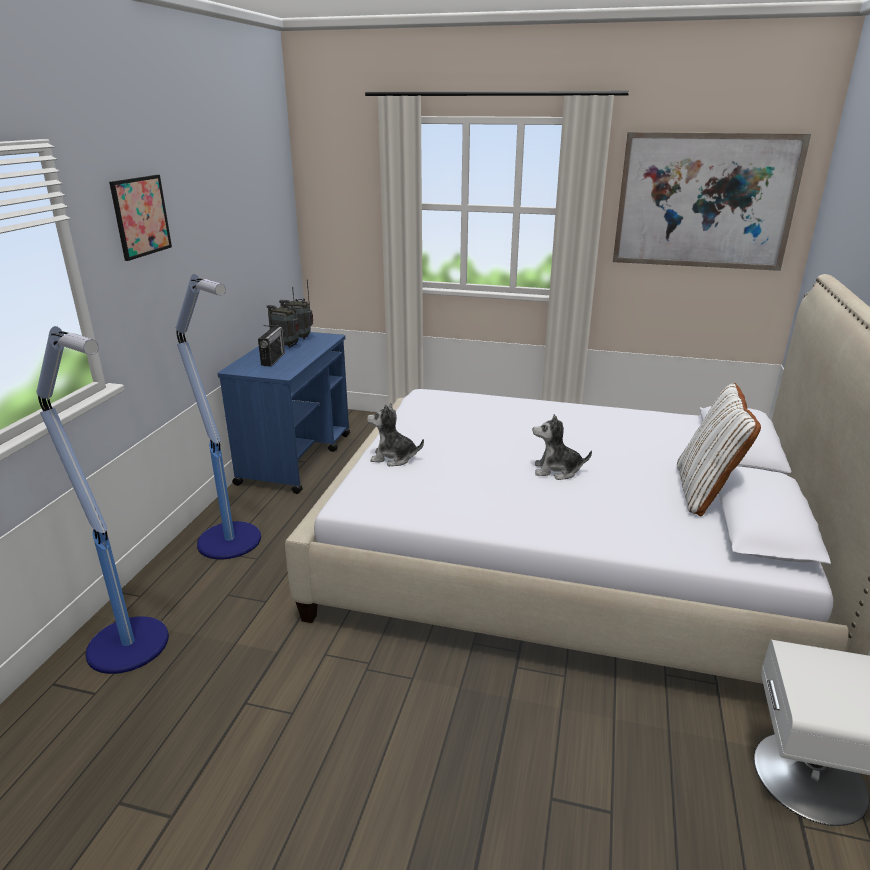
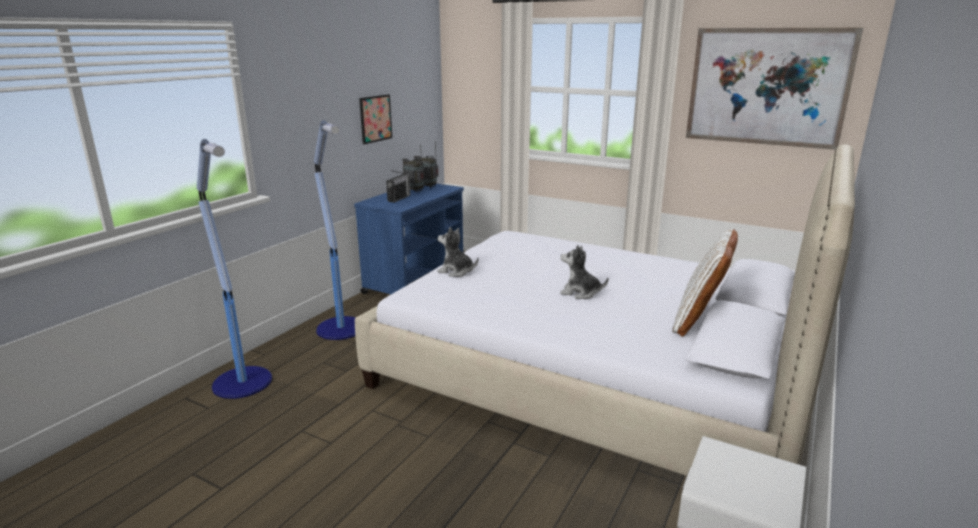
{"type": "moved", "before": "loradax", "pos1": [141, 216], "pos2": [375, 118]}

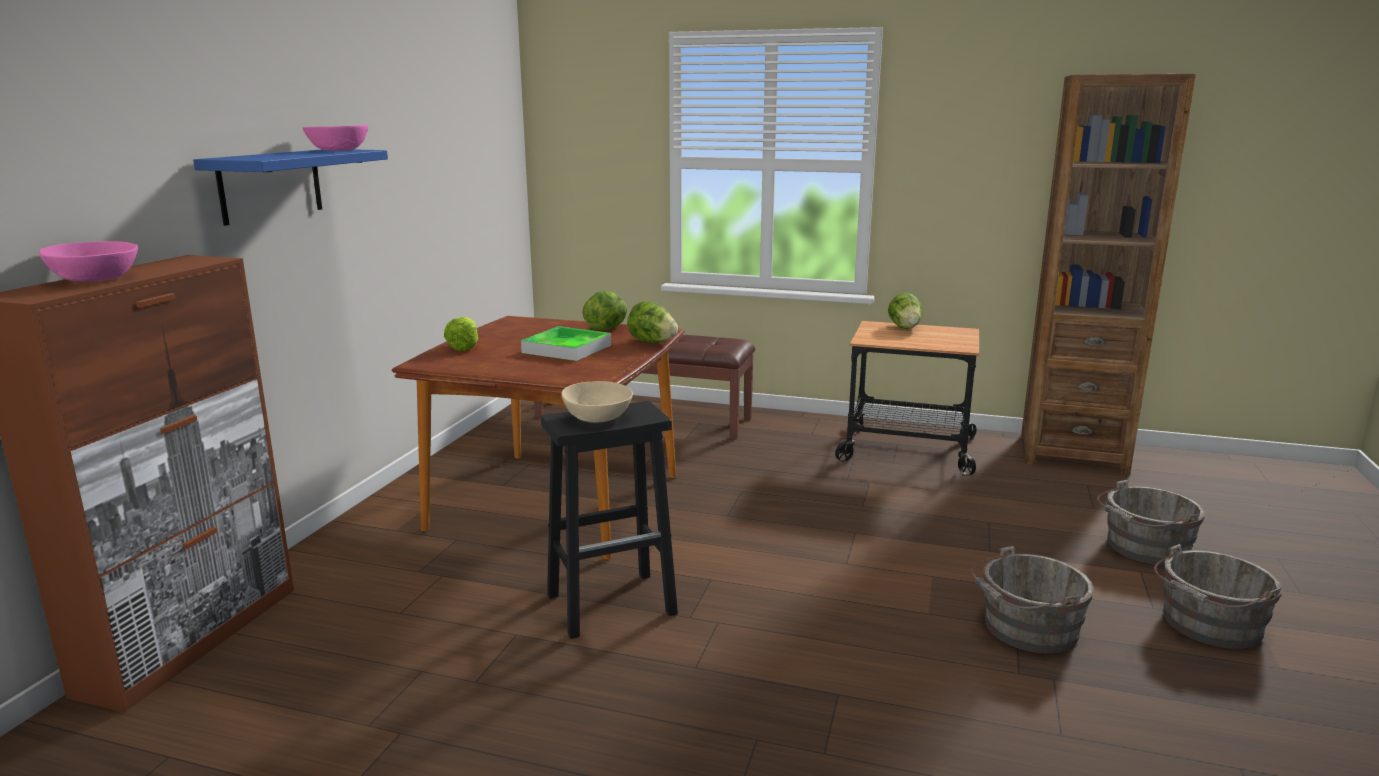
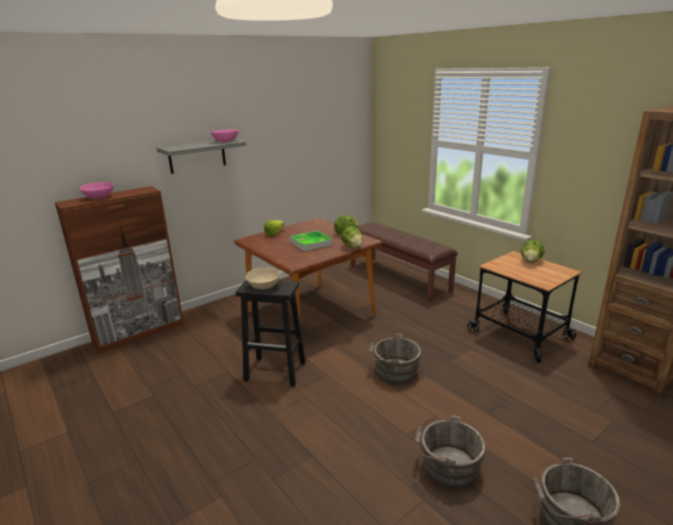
{"type": "moved", "before": "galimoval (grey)", "pos1": [1144, 548], "pos2": [393, 371]}
{"type": "recoloured", "before": "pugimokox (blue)", "after": "pugimokox (grey)", "pos1": [271, 185], "pos2": [197, 156]}

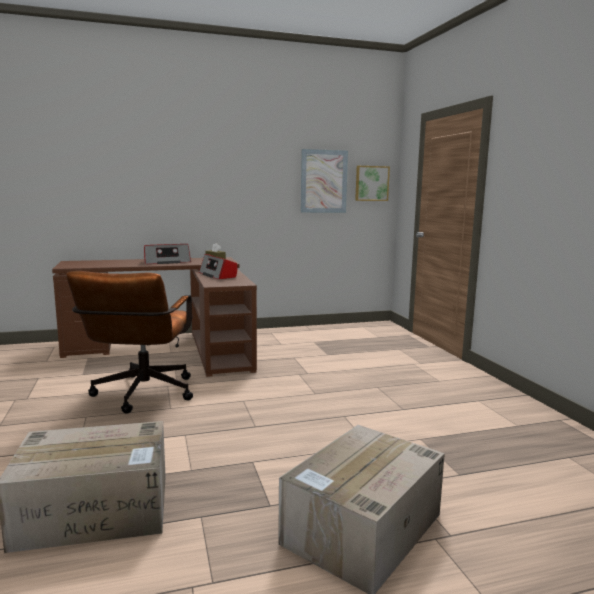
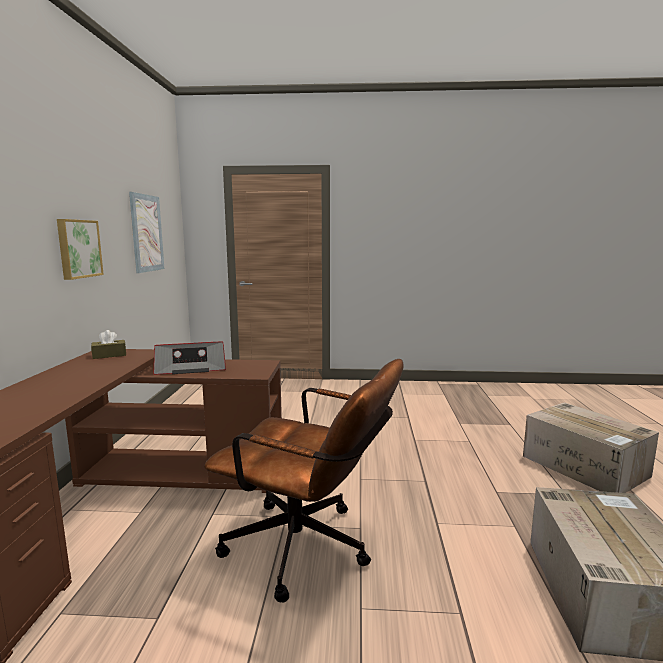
{"type": "removed", "before": "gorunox", "pos1": [166, 262]}
{"type": "moved", "before": "loradax", "pos1": [371, 183], "pos2": [78, 248]}

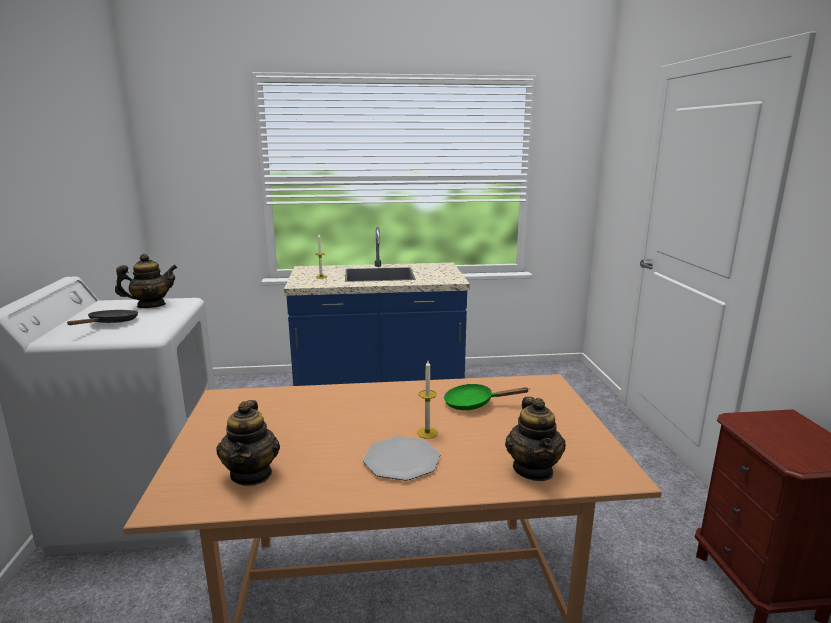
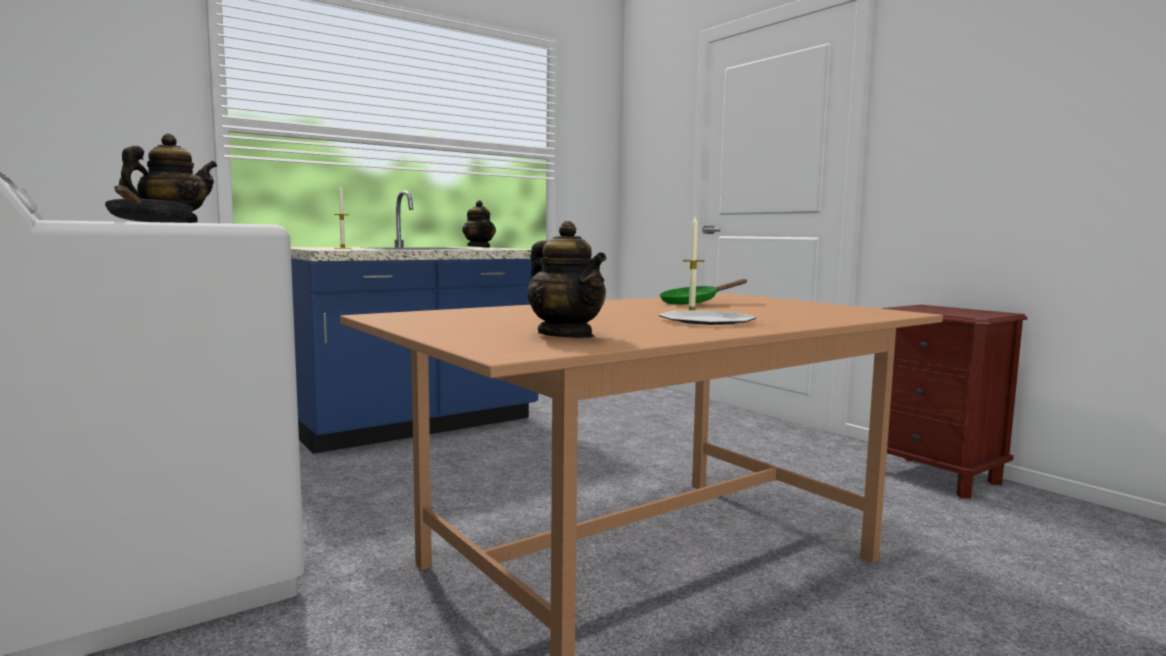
{"type": "moved", "before": "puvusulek", "pos1": [533, 469], "pos2": [479, 247]}

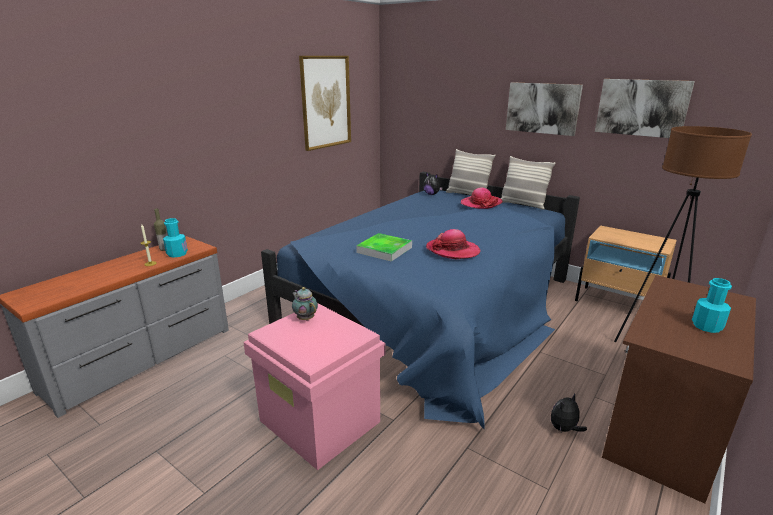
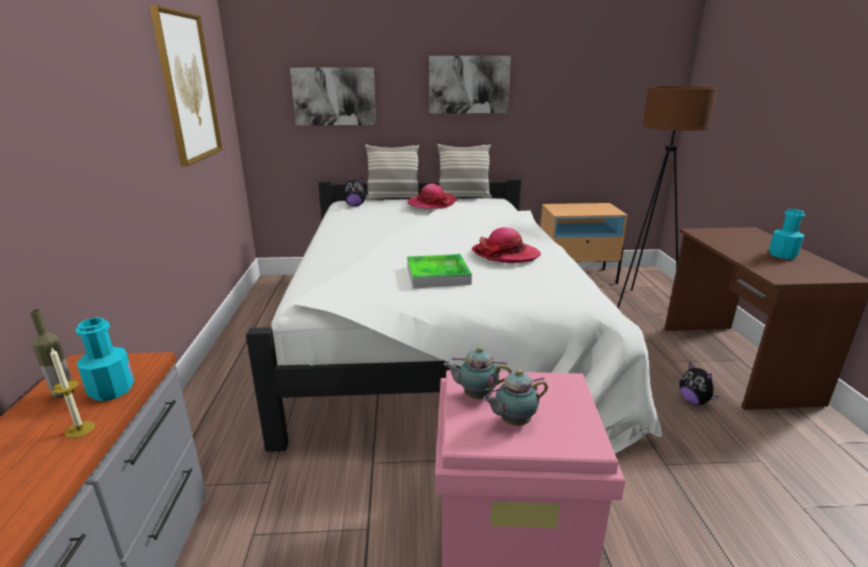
{"type": "added", "after": "puvusulek", "pos2": [513, 422]}
{"type": "moved", "before": "loradax", "pos1": [641, 107], "pos2": [334, 96]}
{"type": "recoloured", "before": "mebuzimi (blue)", "after": "mebuzimi (white)", "pos1": [434, 306], "pos2": [439, 337]}
{"type": "turned", "before": "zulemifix", "pos1": [564, 429], "pos2": [694, 401], "turn": -45}

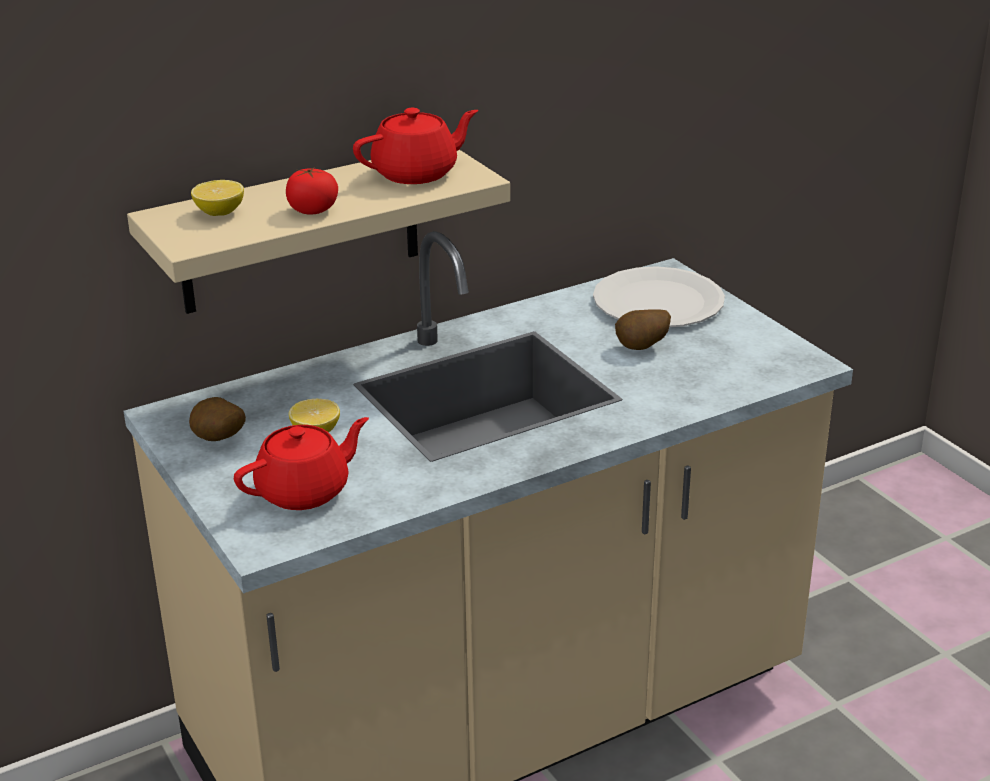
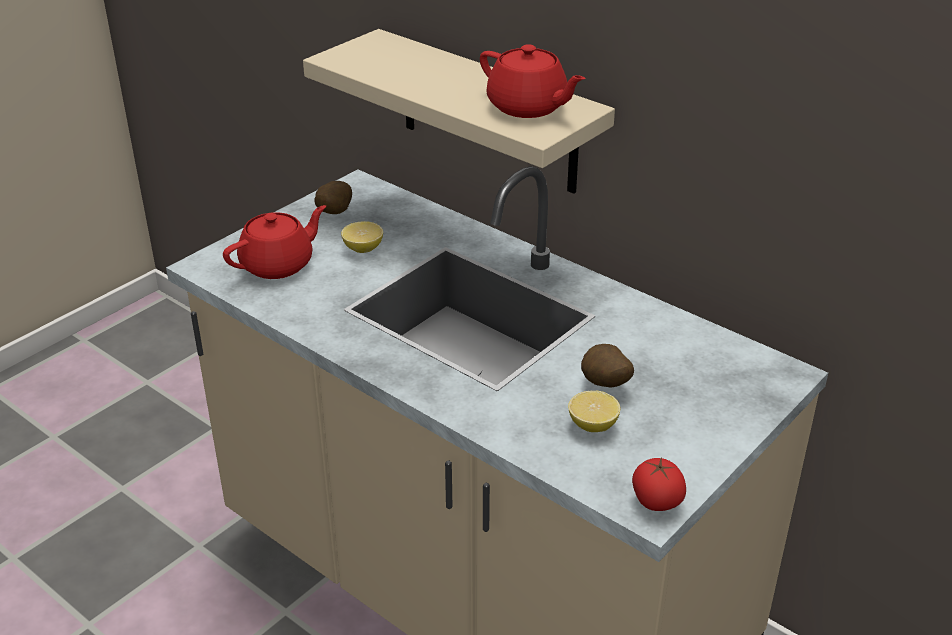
{"type": "removed", "before": "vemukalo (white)", "pos1": [658, 302]}
{"type": "moved", "before": "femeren", "pos1": [220, 213], "pos2": [593, 425]}
{"type": "moved", "before": "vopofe", "pos1": [313, 210], "pos2": [656, 501]}
{"type": "turned", "before": "puvusulek (red)", "pos1": [305, 491], "pos2": [278, 265], "turn": -75}

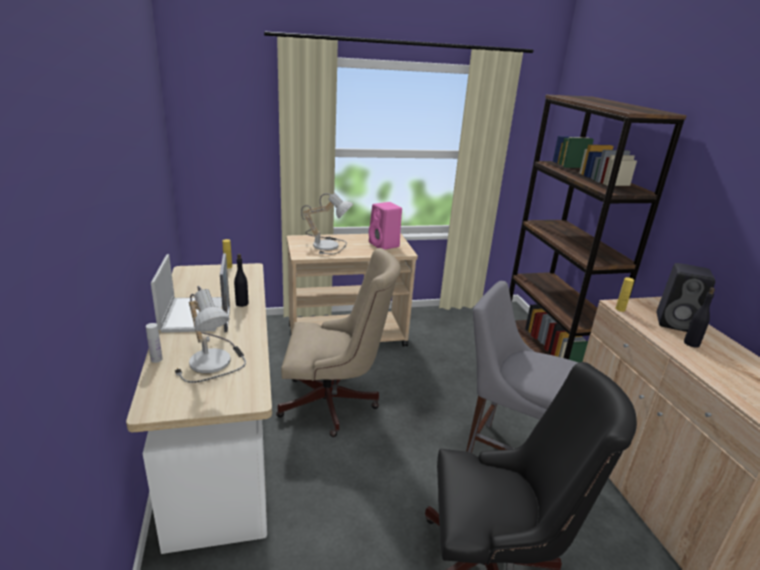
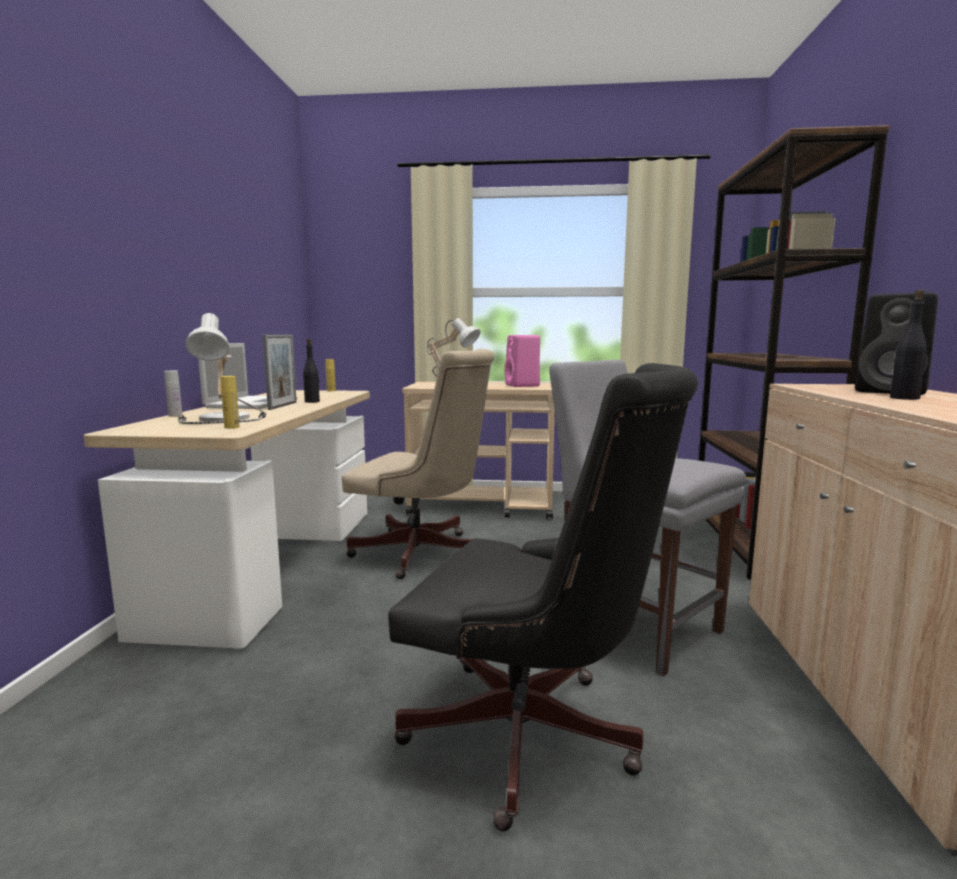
{"type": "moved", "before": "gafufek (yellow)", "pos1": [620, 309], "pos2": [232, 427]}

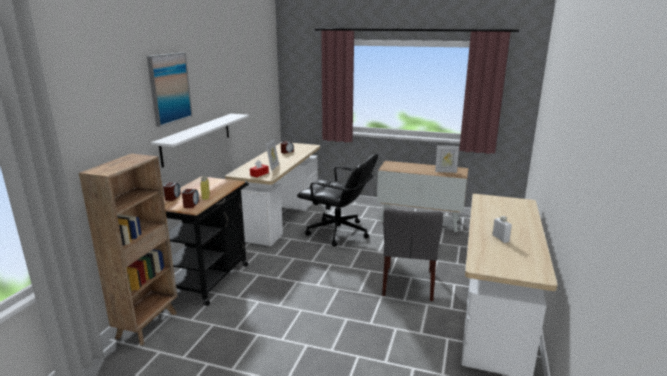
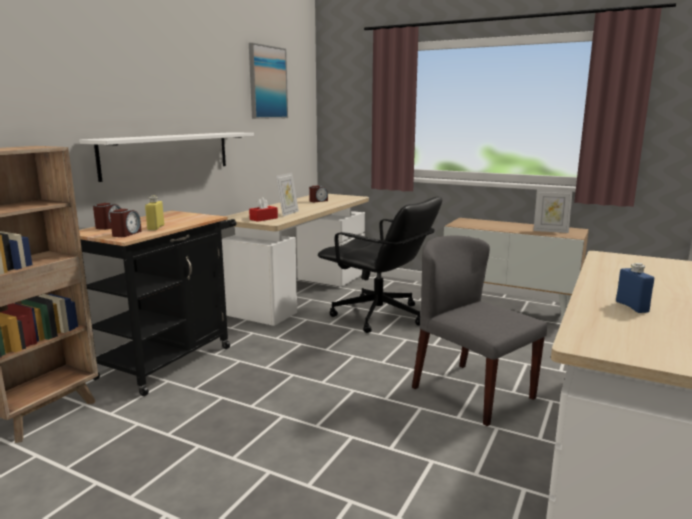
{"type": "moved", "before": "loradax", "pos1": [169, 88], "pos2": [267, 82]}
{"type": "recoloured", "before": "gafufek (white)", "after": "gafufek (blue)", "pos1": [500, 238], "pos2": [632, 307]}
{"type": "turned", "before": "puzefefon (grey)", "pos1": [408, 283], "pos2": [471, 392], "turn": 120}

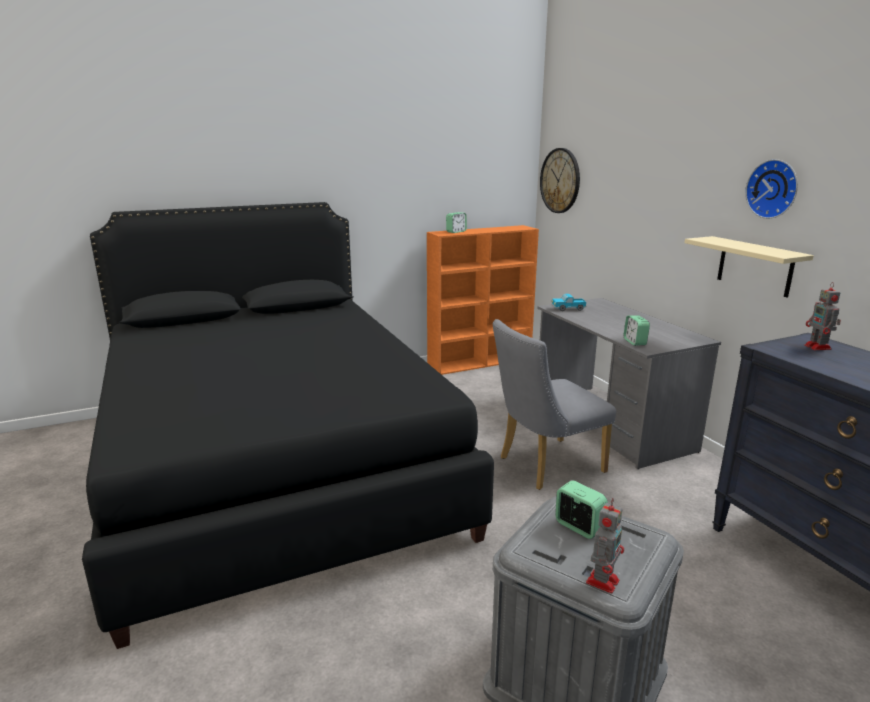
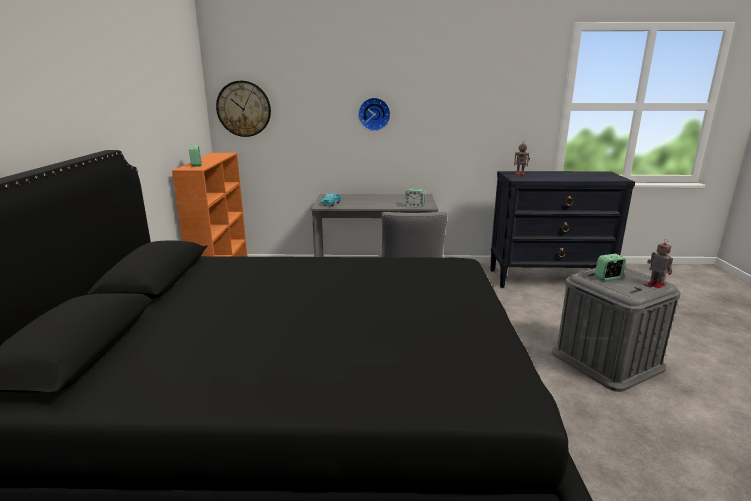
{"type": "removed", "before": "pugimokox (beige)", "pos1": [755, 266]}
{"type": "moved", "before": "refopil", "pos1": [774, 189], "pos2": [374, 114]}

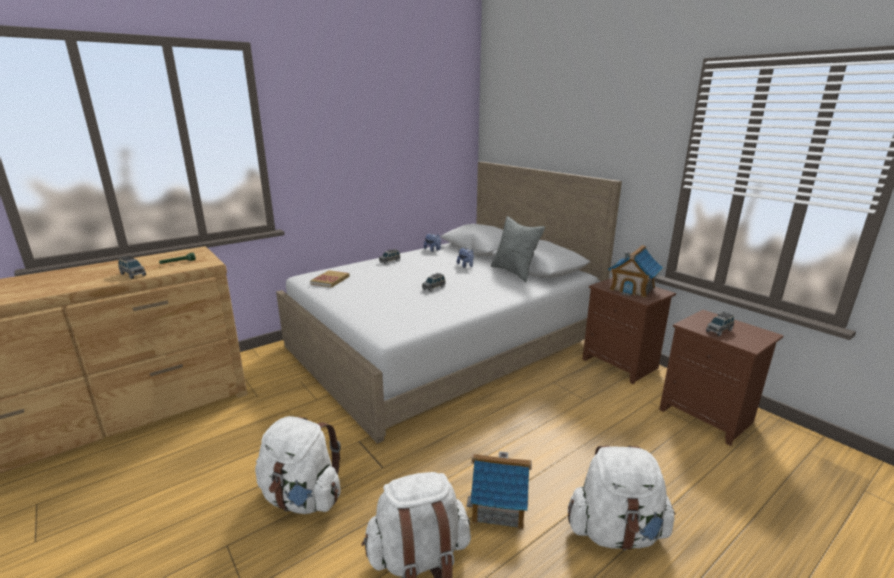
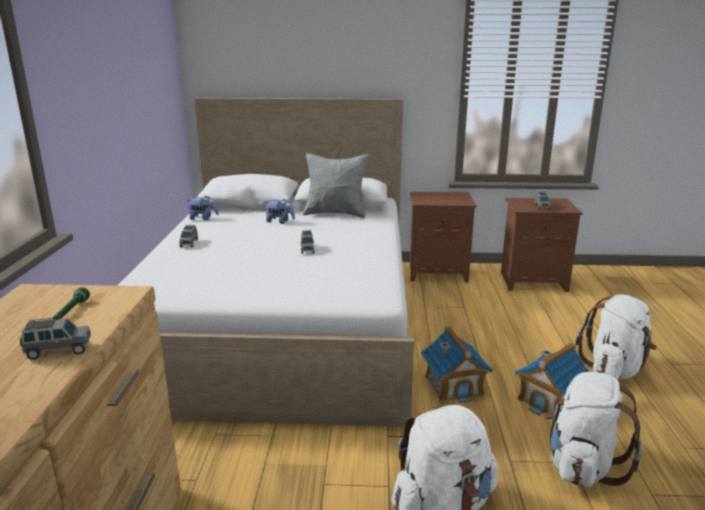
{"type": "removed", "before": "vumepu", "pos1": [330, 280]}
{"type": "moved", "before": "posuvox", "pos1": [632, 288], "pos2": [454, 385]}

